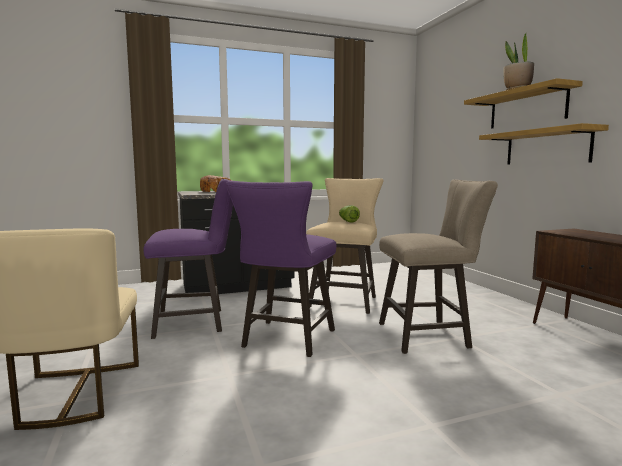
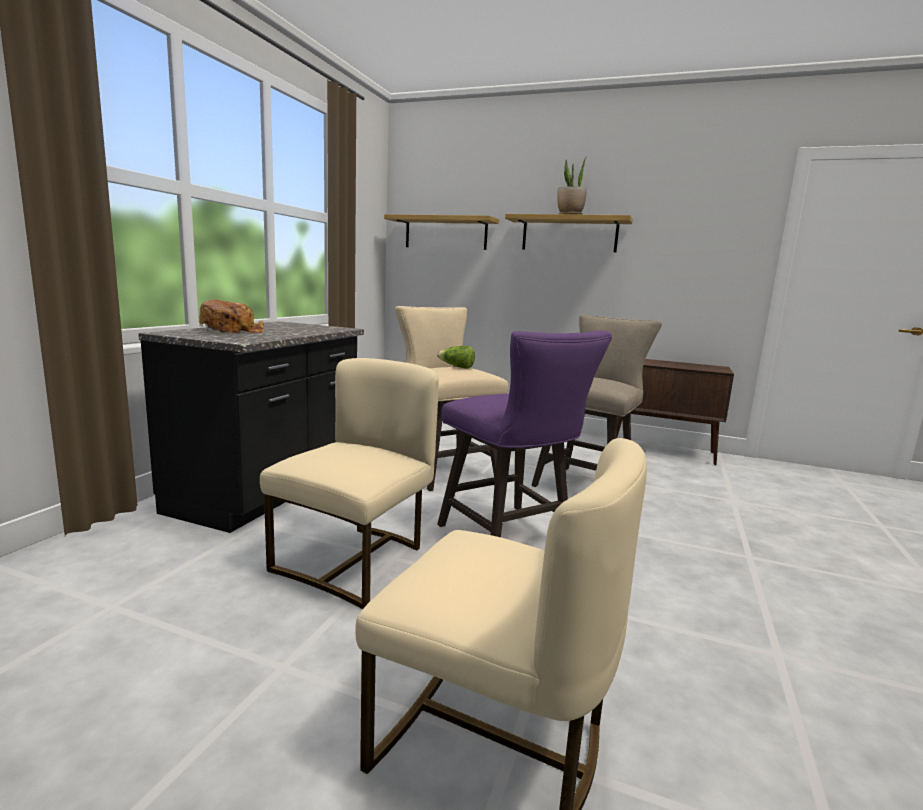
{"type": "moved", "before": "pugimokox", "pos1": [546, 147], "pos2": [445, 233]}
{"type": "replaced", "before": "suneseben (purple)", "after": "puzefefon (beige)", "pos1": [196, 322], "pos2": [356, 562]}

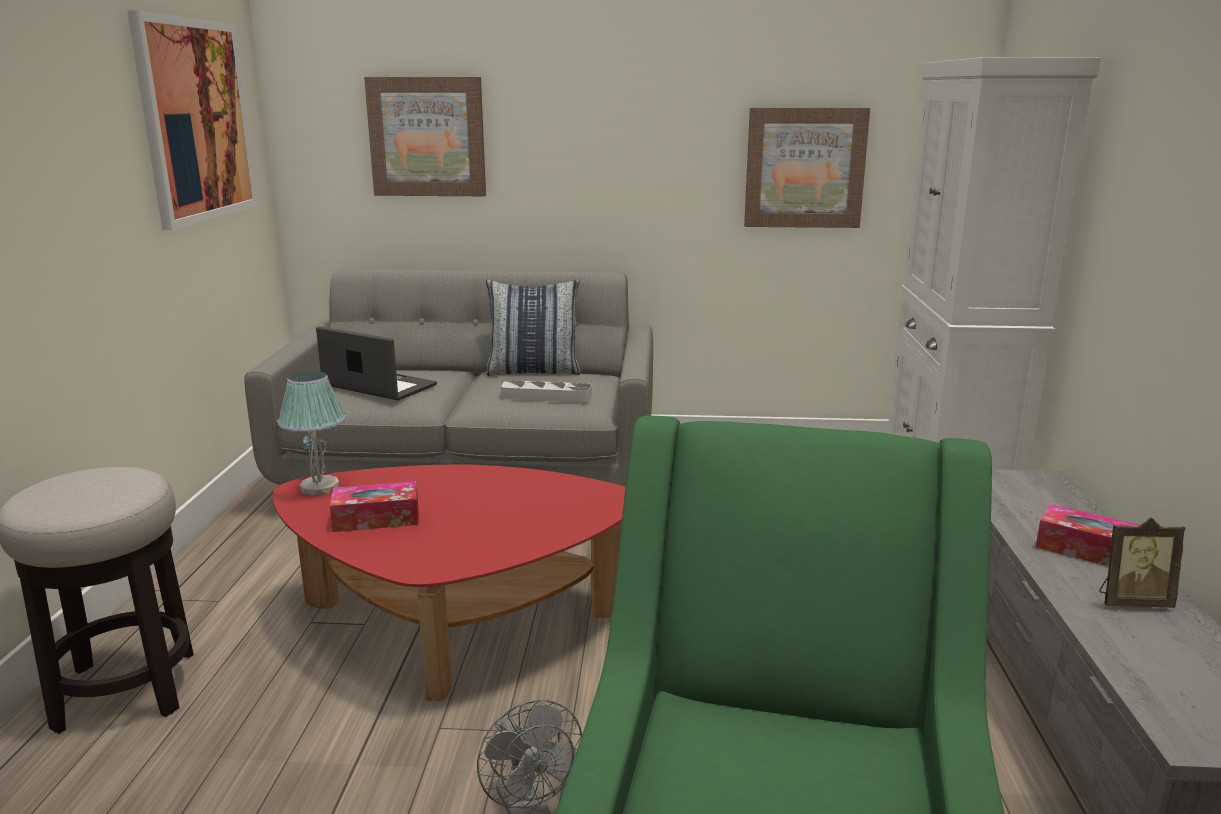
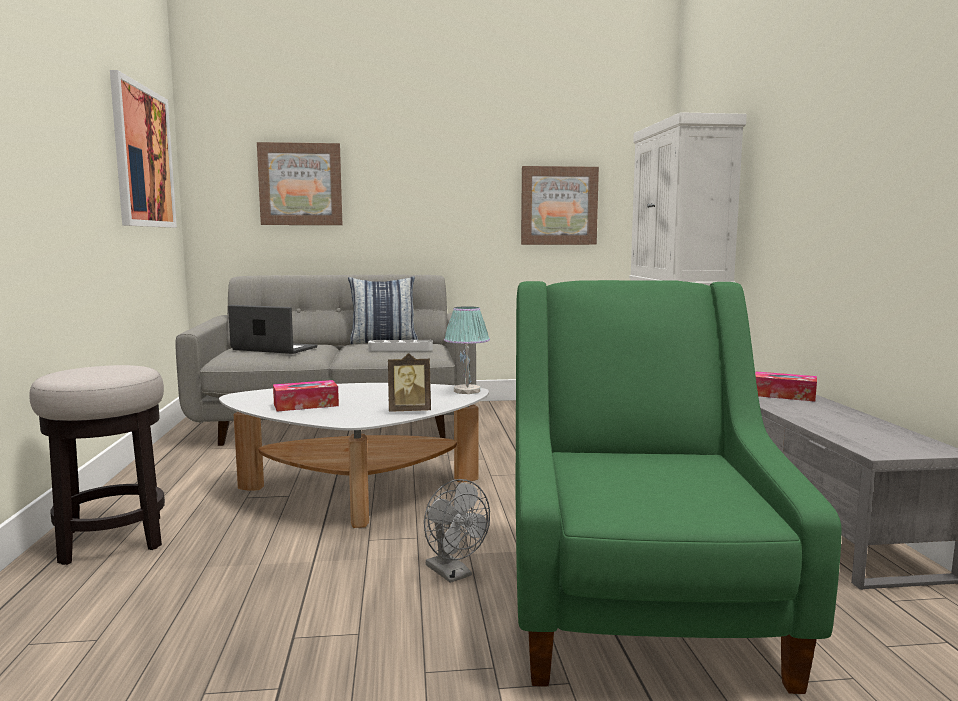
{"type": "moved", "before": "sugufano", "pos1": [320, 488], "pos2": [467, 391]}
{"type": "moved", "before": "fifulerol", "pos1": [1131, 602], "pos2": [409, 411]}
{"type": "recoloured", "before": "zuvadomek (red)", "after": "zuvadomek (white)", "pos1": [456, 626], "pos2": [359, 492]}

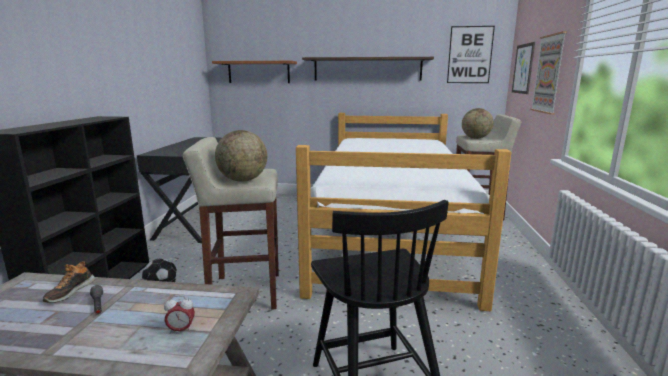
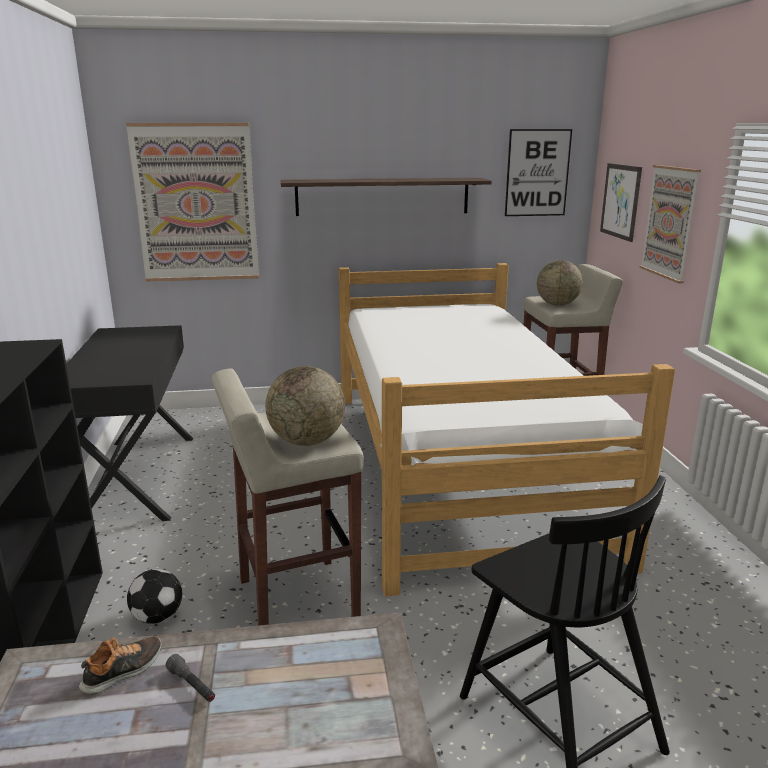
{"type": "removed", "before": "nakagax", "pos1": [181, 330]}
{"type": "replaced", "before": "pugimokox", "after": "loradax", "pos1": [258, 72], "pos2": [196, 204]}
{"type": "turned", "before": "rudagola", "pos1": [69, 291], "pos2": [123, 671], "turn": -135}

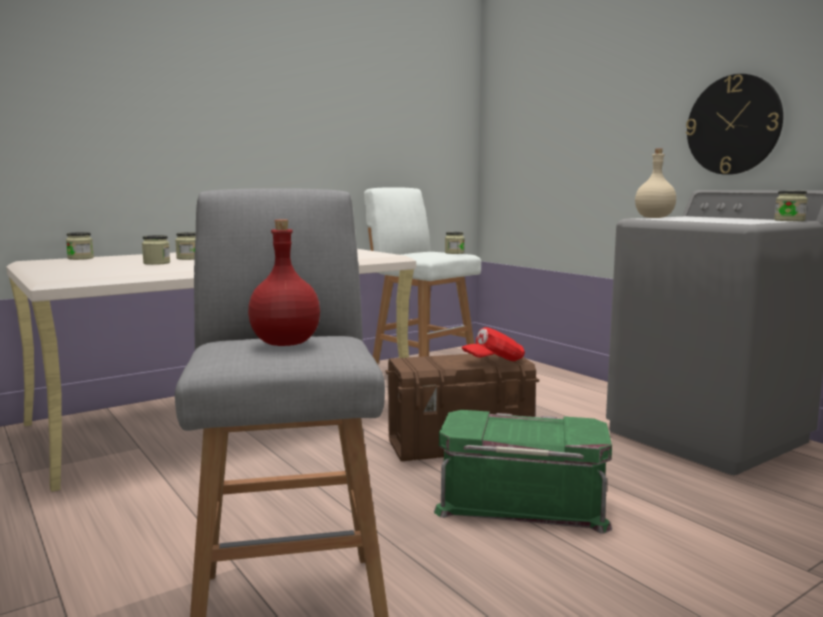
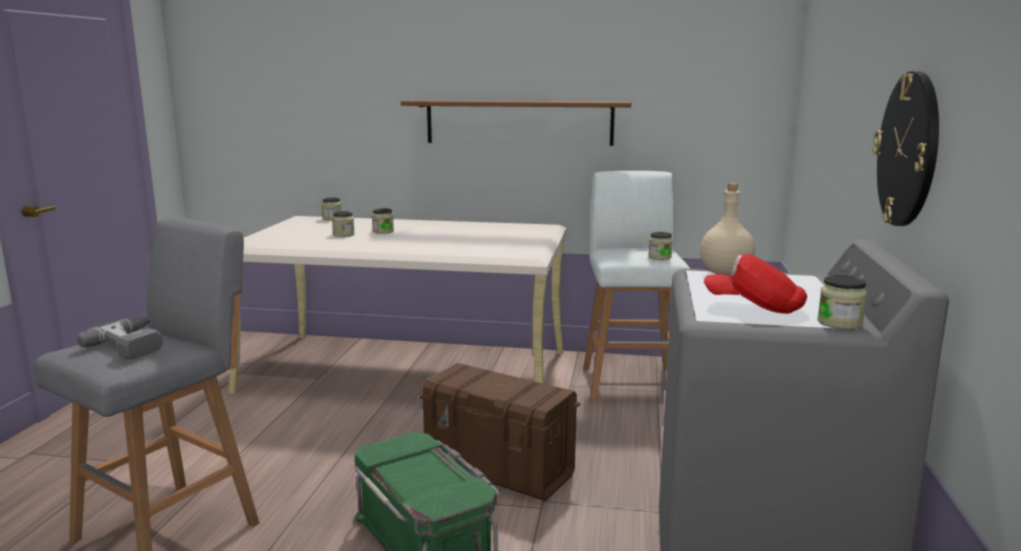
{"type": "added", "after": "pugimokox (brown)", "pos2": [519, 122]}
{"type": "moved", "before": "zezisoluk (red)", "pos1": [494, 361], "pos2": [754, 307]}
{"type": "replaced", "before": "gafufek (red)", "after": "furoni", "pos1": [286, 343], "pos2": [135, 344]}

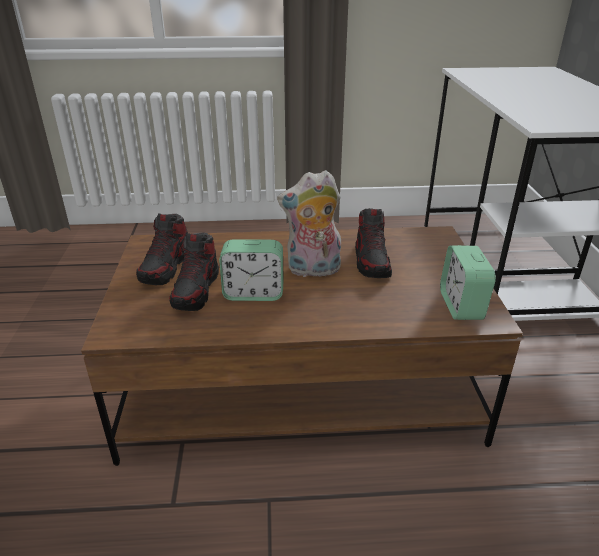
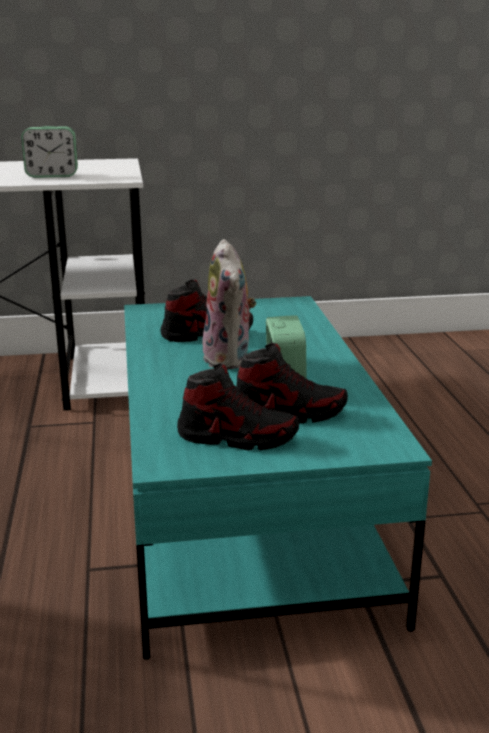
{"type": "moved", "before": "nakagax", "pos1": [461, 305], "pos2": [52, 175]}
{"type": "recoloured", "before": "zuvadomek (brown)", "after": "zuvadomek (turquoise)", "pos1": [299, 384], "pos2": [243, 509]}

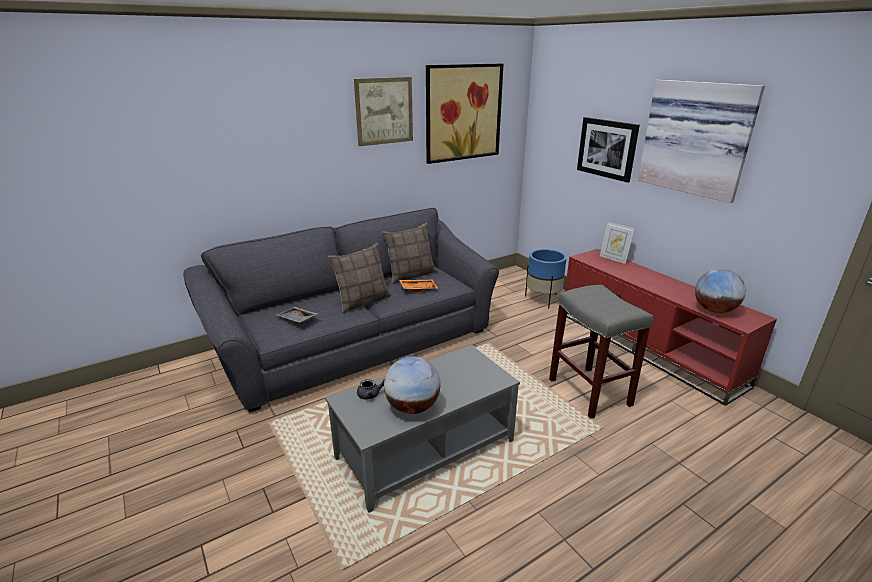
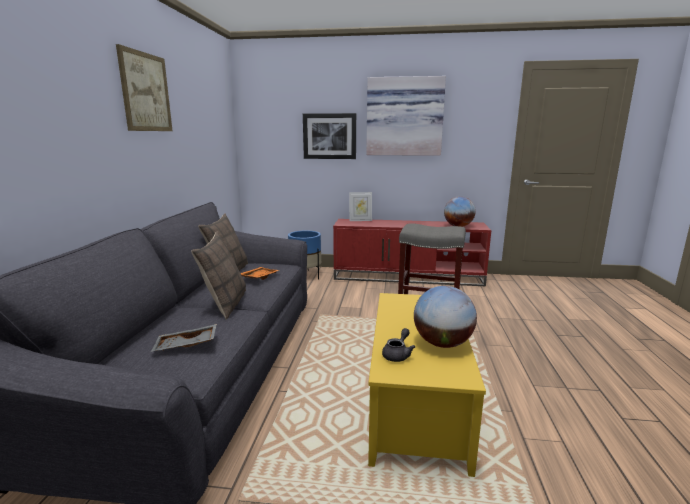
{"type": "removed", "before": "loradax", "pos1": [463, 113]}
{"type": "recoloured", "before": "zuvadomek (grey)", "after": "zuvadomek (yellow)", "pos1": [424, 448], "pos2": [414, 403]}

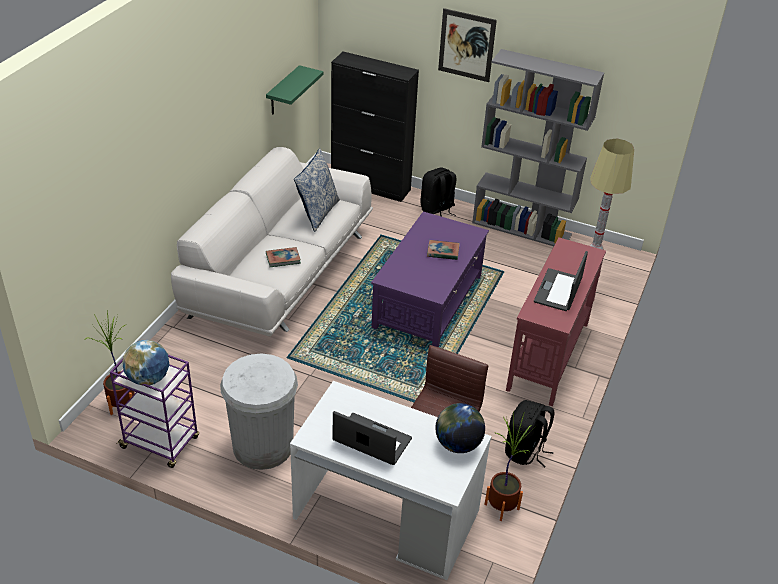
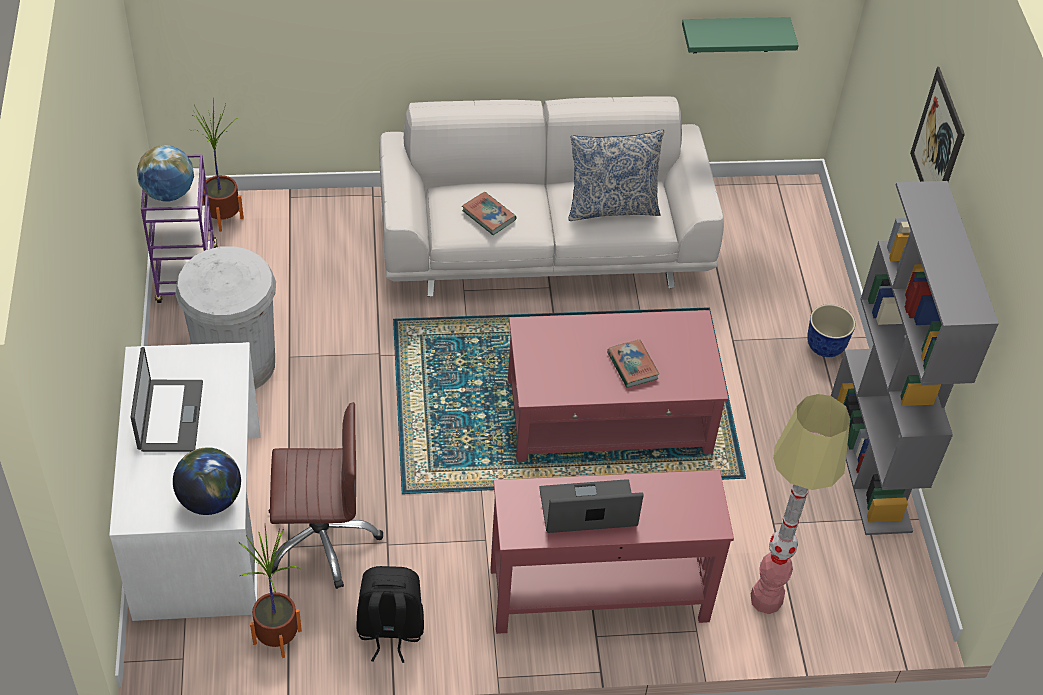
{"type": "removed", "before": "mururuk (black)", "pos1": [371, 186]}
{"type": "replaced", "before": "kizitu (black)", "after": "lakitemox", "pos1": [437, 210], "pos2": [824, 347]}
{"type": "recoloured", "before": "zuvadomek (purple)", "after": "zuvadomek (red)", "pos1": [428, 301], "pos2": [609, 416]}

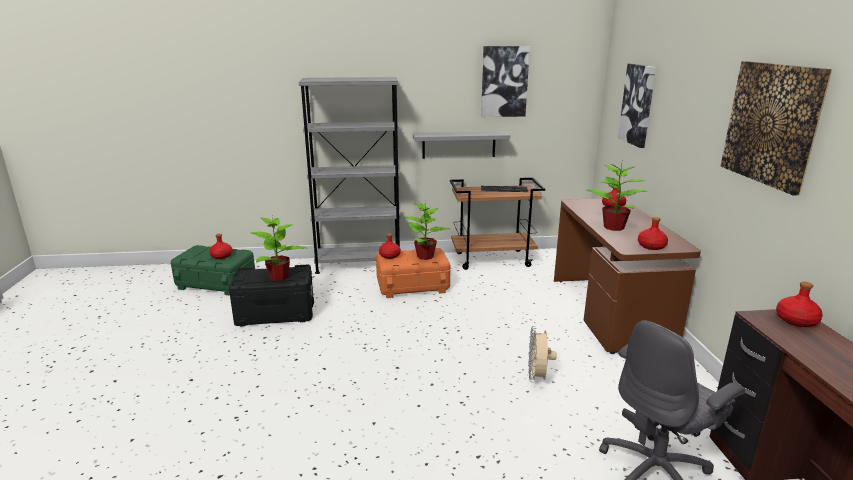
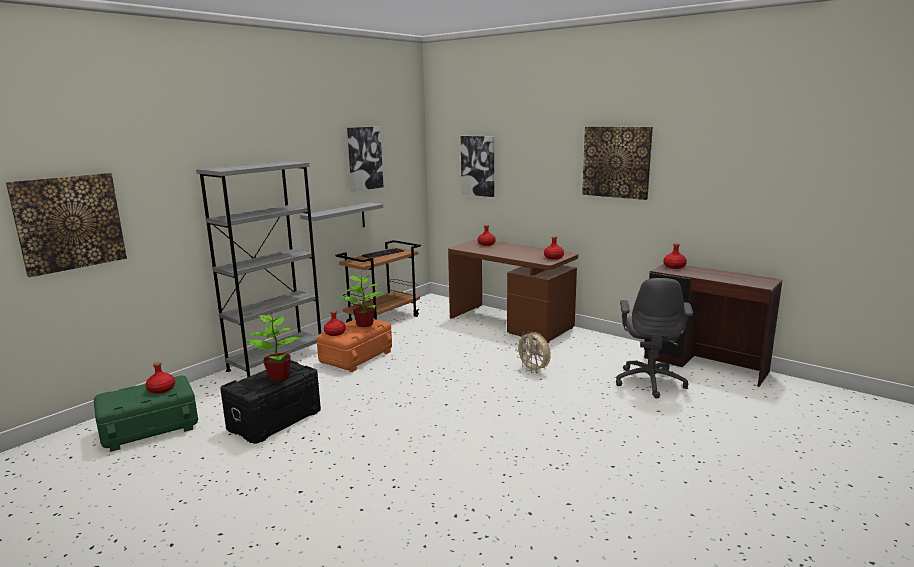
{"type": "removed", "before": "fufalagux", "pos1": [614, 227]}
{"type": "added", "after": "loradax", "pos2": [69, 222]}

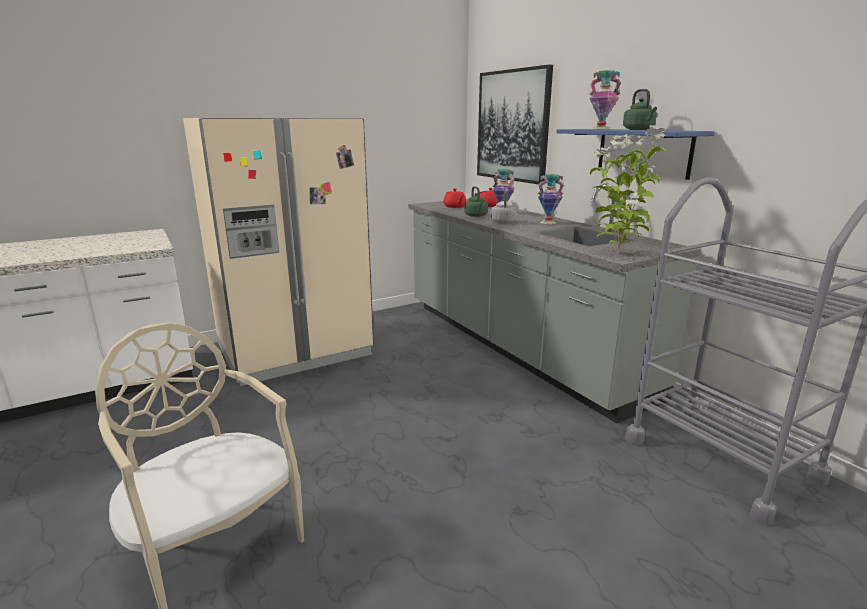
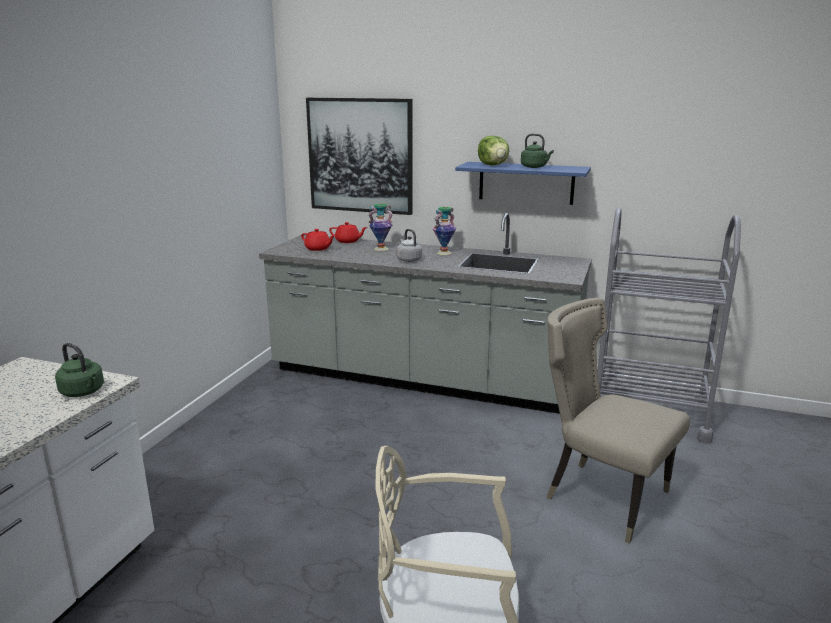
{"type": "removed", "before": "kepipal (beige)", "pos1": [294, 350]}
{"type": "removed", "before": "fufalagux", "pos1": [618, 252]}
{"type": "added", "after": "puzefefon (beige)", "pos2": [601, 496]}
{"type": "moved", "before": "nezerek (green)", "pos1": [476, 216], "pos2": [83, 392]}
{"type": "replaced", "before": "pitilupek", "after": "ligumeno", "pos1": [601, 129], "pos2": [493, 165]}

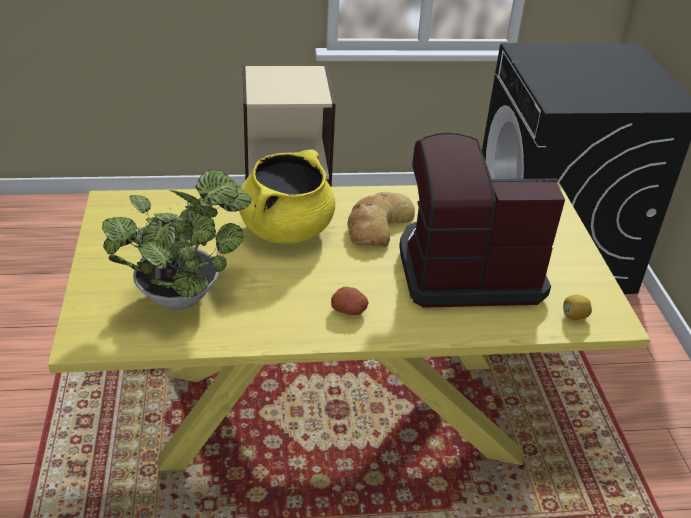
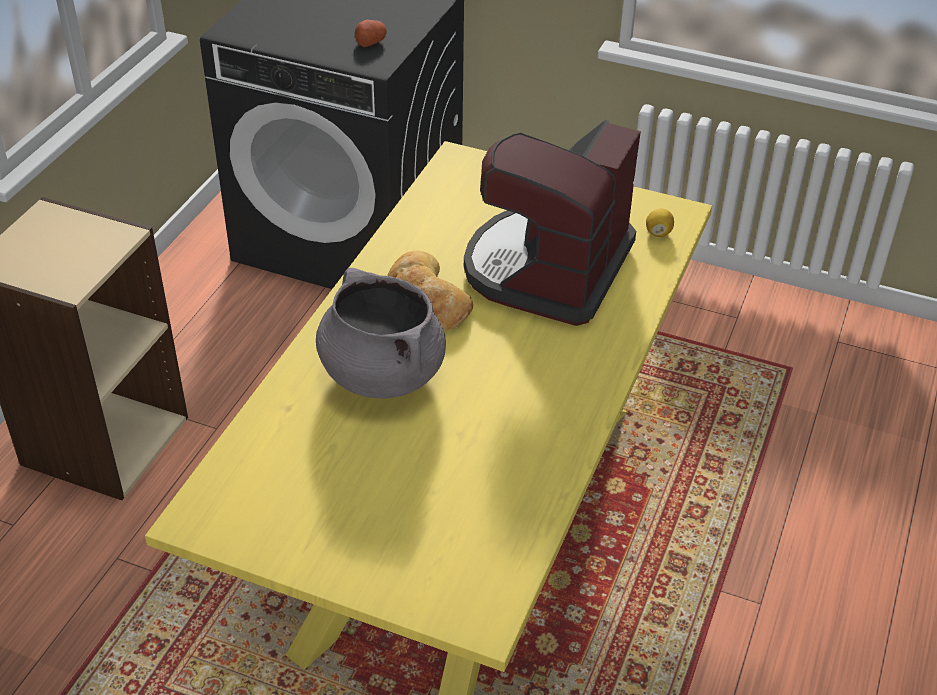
{"type": "removed", "before": "fufalagux", "pos1": [184, 294]}
{"type": "moved", "before": "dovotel", "pos1": [349, 310], "pos2": [370, 42]}
{"type": "recoloured", "before": "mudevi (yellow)", "after": "mudevi (grey)", "pos1": [286, 229], "pos2": [381, 373]}

